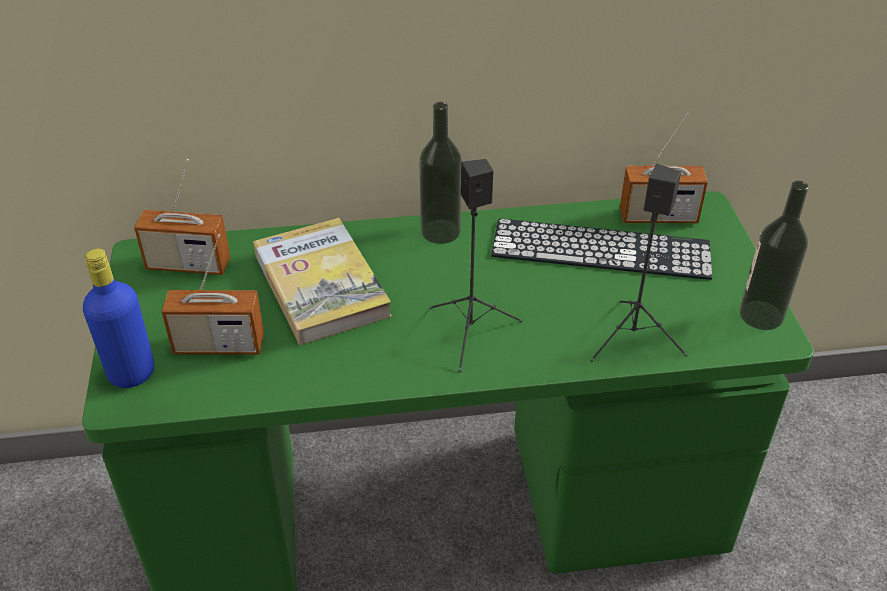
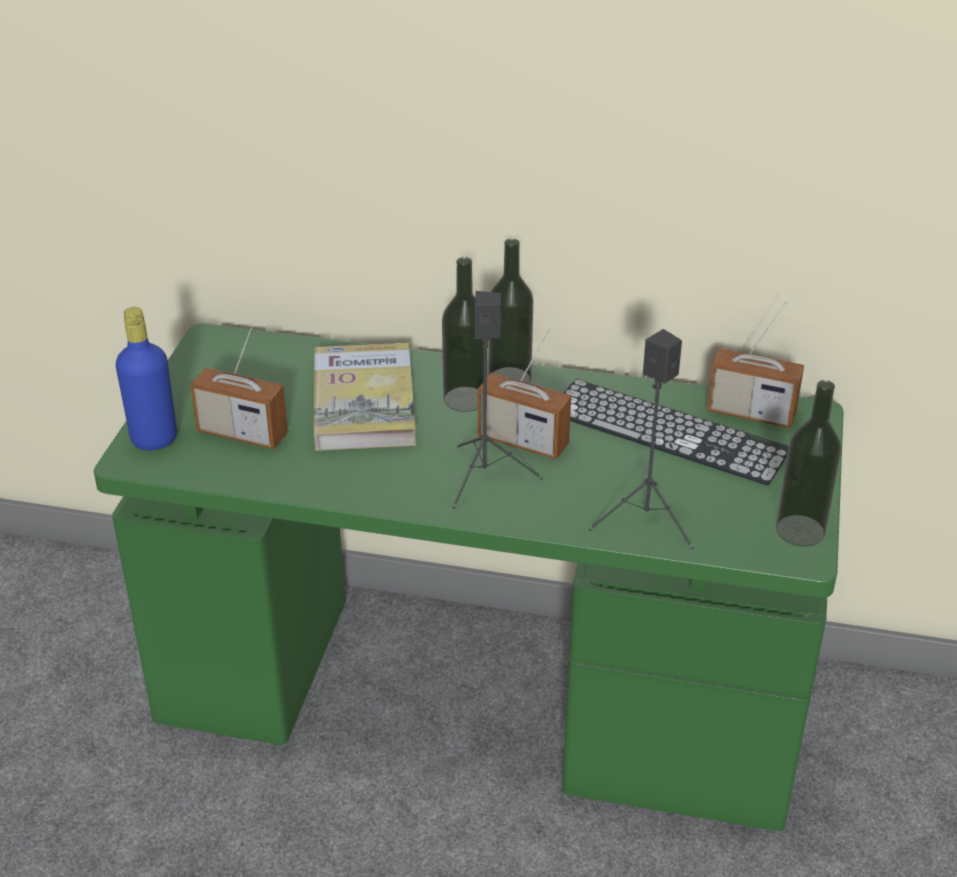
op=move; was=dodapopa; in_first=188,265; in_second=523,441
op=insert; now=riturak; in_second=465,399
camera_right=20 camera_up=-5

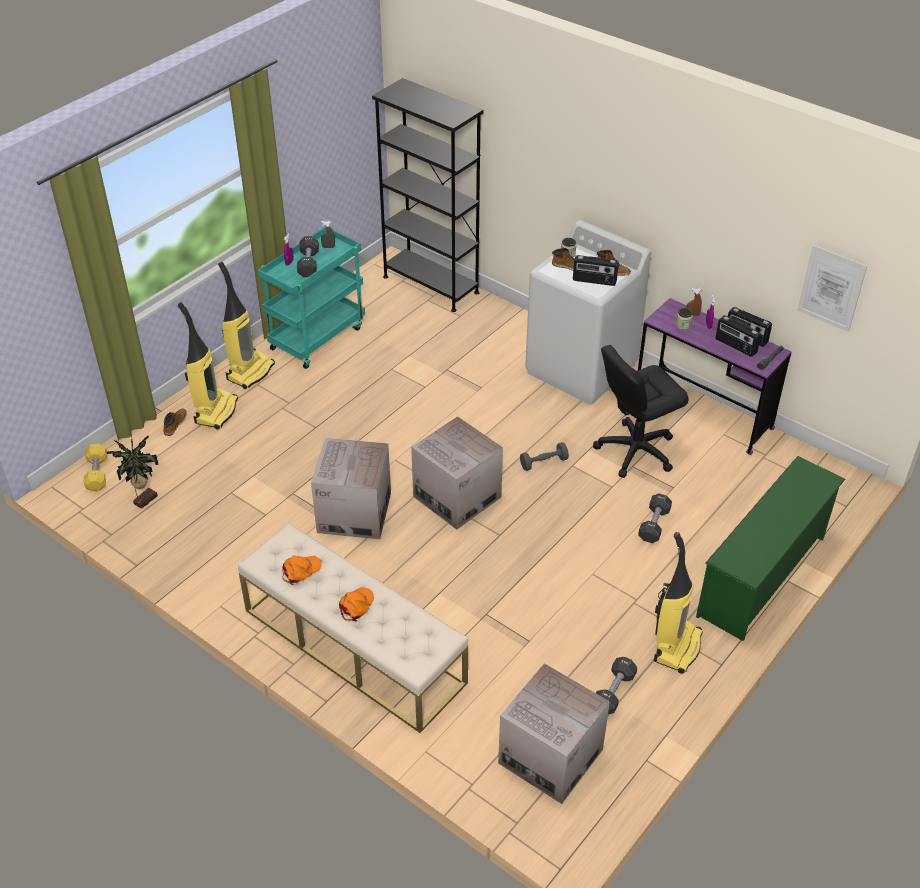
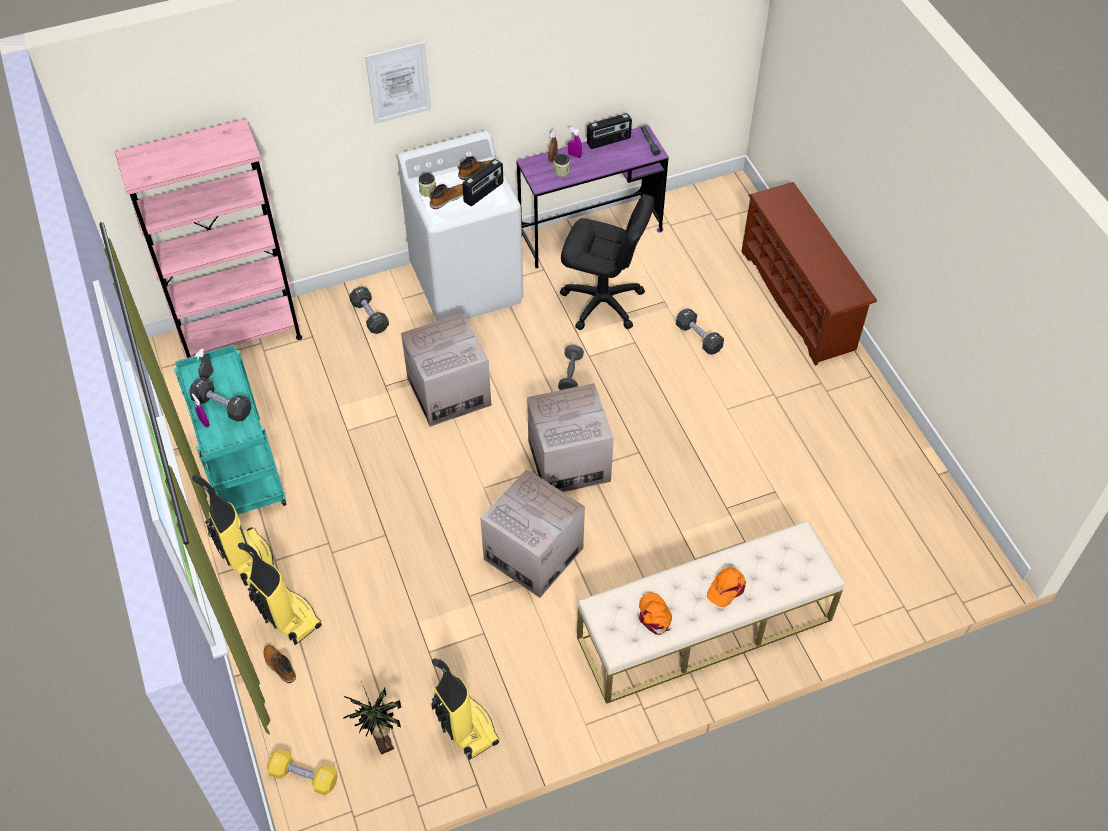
op=recolor; was=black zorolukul; now=pink zorolukul; in_first=430,284; in_second=241,336
op=move; was=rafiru; in_first=831,288; in_second=398,82
op=delete; was=dodapopa; in_first=735,346
op=rotate; was=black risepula; in_first=635,450; in_second=602,302; clockwise=-75
op=recolor; was=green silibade; now=brown silibade; in_first=763,577; in_second=799,300
op=move; was=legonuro; in_first=676,646; in_second=465,727
op=rotate; was=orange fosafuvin; in_first=356,605; in_second=726,588; clockwise=-105
op=move; was=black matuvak; in_first=613,692; in_second=370,316
op=move; was=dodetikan; in_first=550,756; in_second=449,392
camera_right=-60 camera_up=10

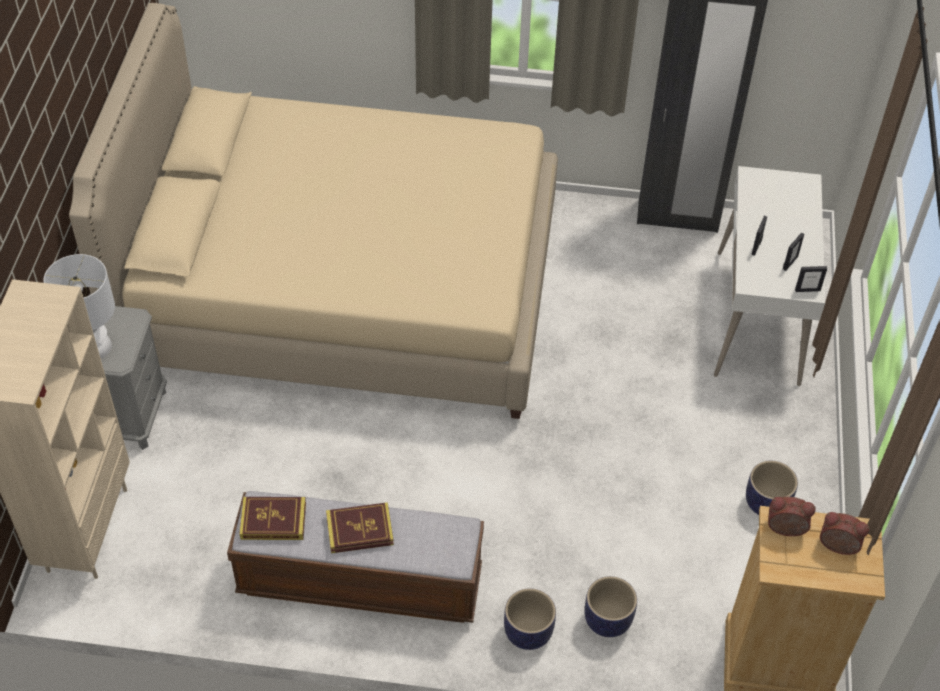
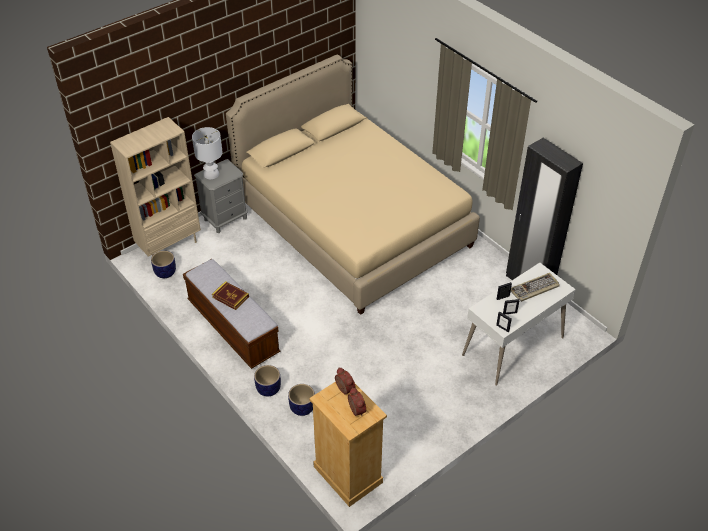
op=move; was=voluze; in_first=766,504; in_second=165,273
op=delete; was=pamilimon; in_first=273,521
op=insert; now=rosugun; in_second=534,289
camera_right=45 camera_up=-5

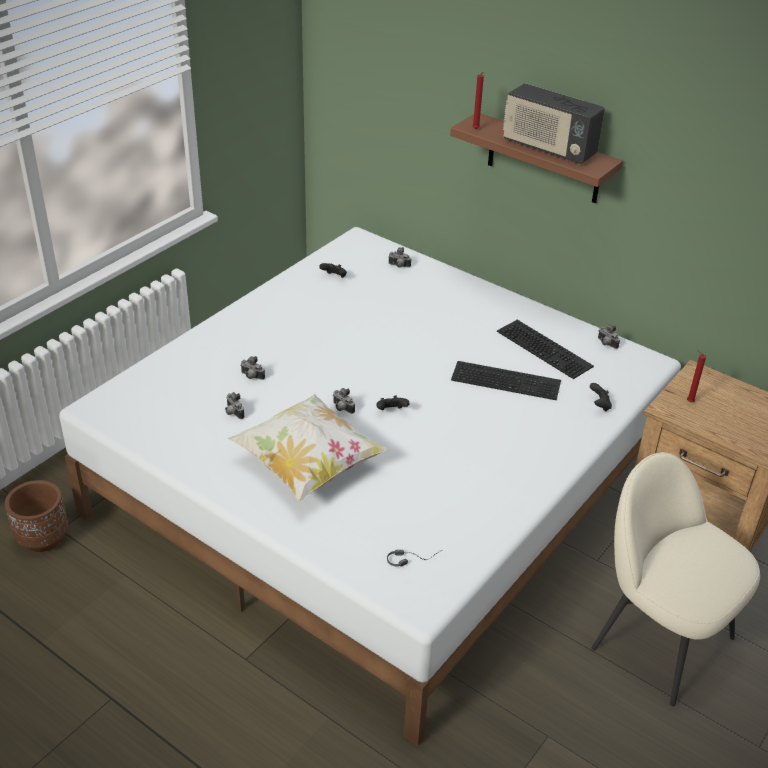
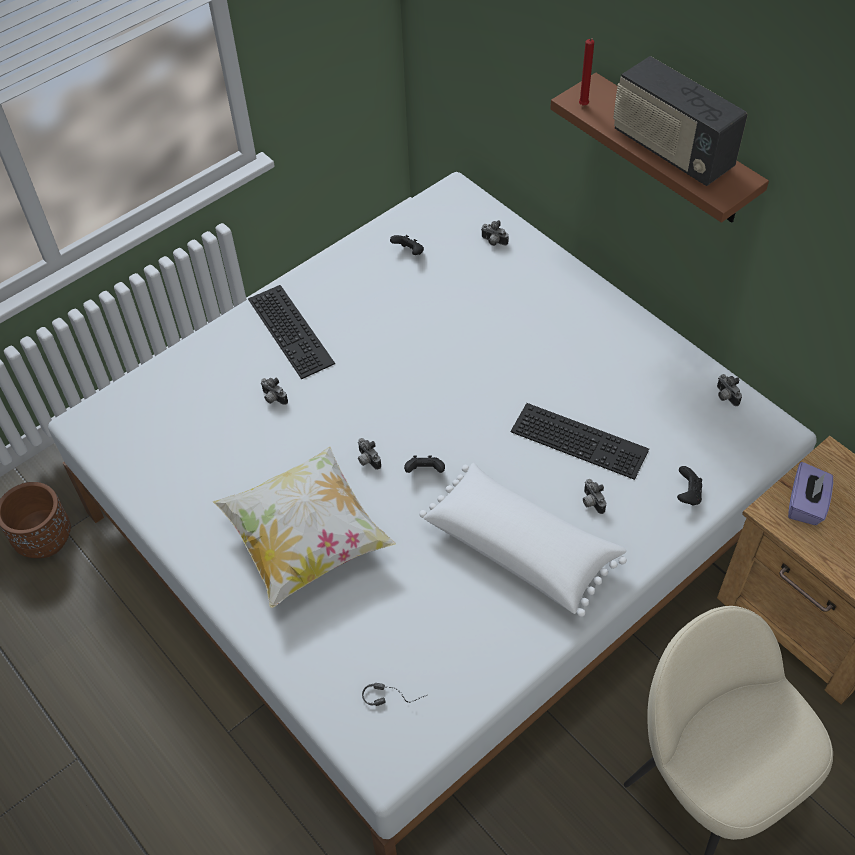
op=move; was=rosugun; in_first=546,348; in_second=293,331
op=replace; was=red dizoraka; now=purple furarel; in_first=688,402; in_second=806,504
op=move; was=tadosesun; in_first=233,413; in_second=591,502
op=insert; now=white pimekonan; in_second=521,547
camera_right=15 camera_up=15

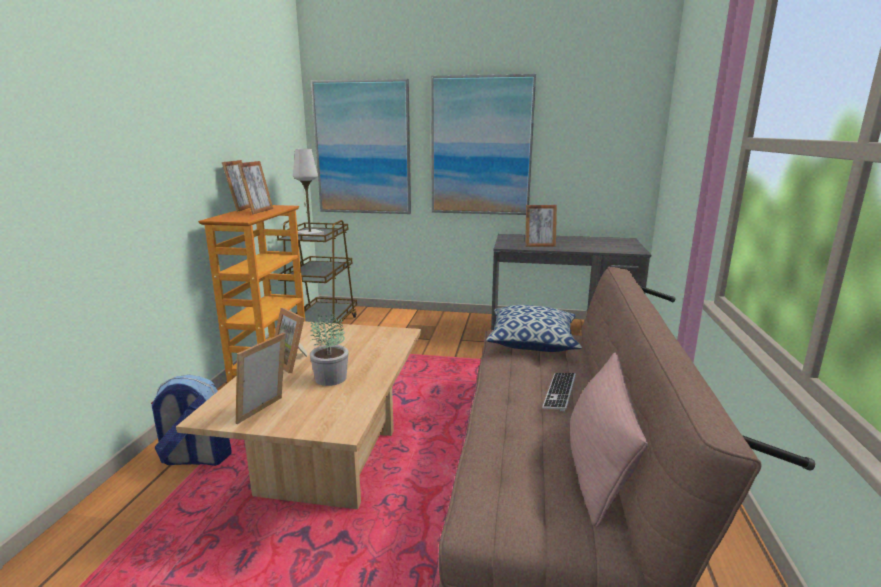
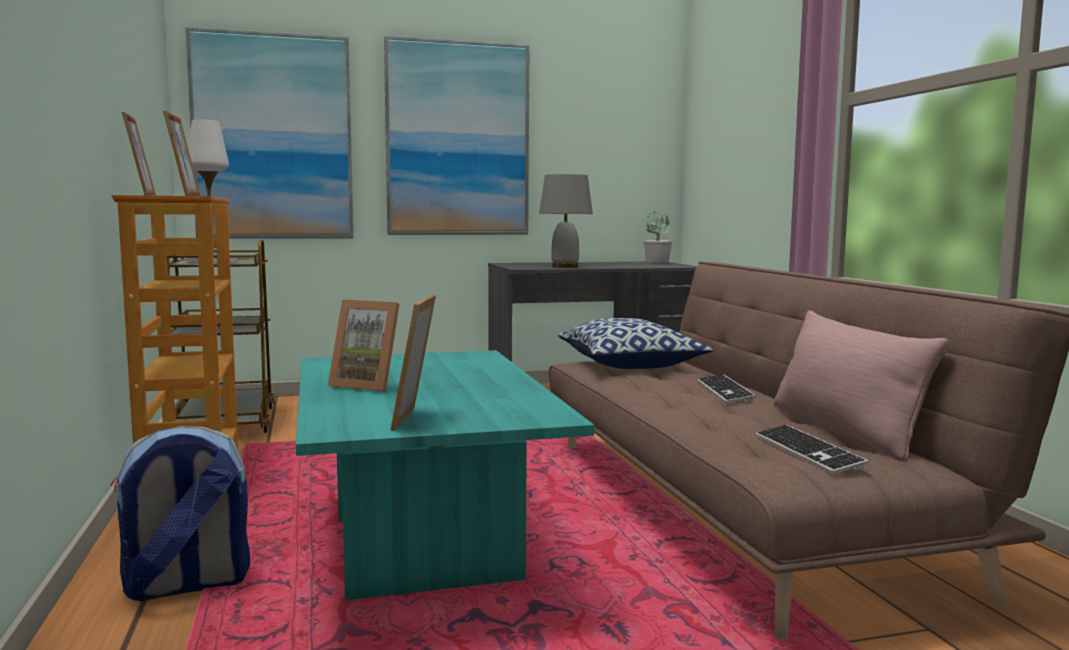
op=replace; was=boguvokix; now=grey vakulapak; in_first=539,245; in_second=565,267
op=move; was=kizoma; in_first=330,378; in_second=656,262
op=recolor; was=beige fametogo; now=turquoise fametogo; in_first=329,461; in_second=423,548
op=insert; now=rosugun; in_second=807,451
camera_right=-25 camera_up=-10

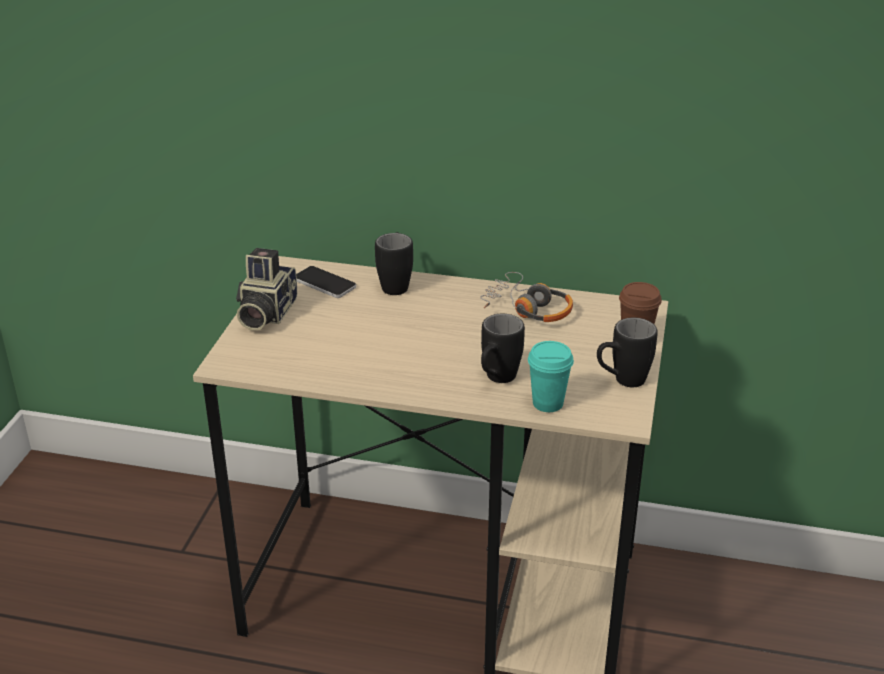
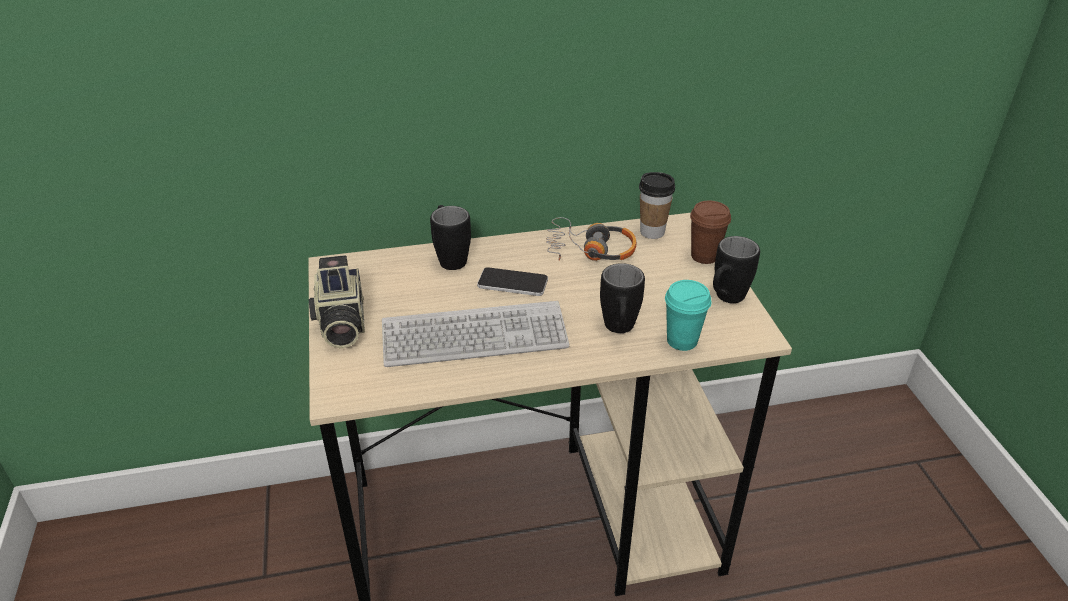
op=move; was=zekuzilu; in_first=324,283; in_second=512,283
op=insert; now=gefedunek; in_second=652,232
op=insert; now=rosugun; in_second=474,337
camera_right=-25 camera_up=5

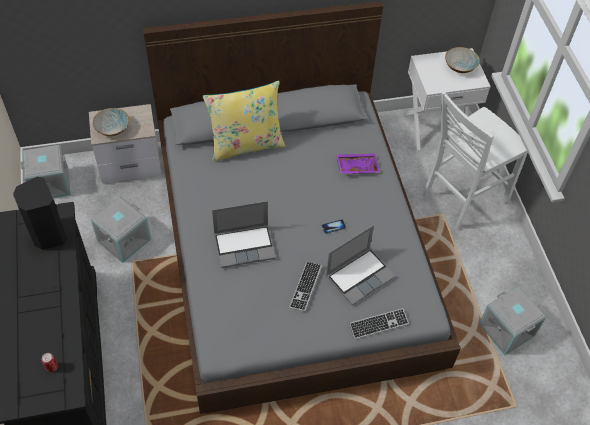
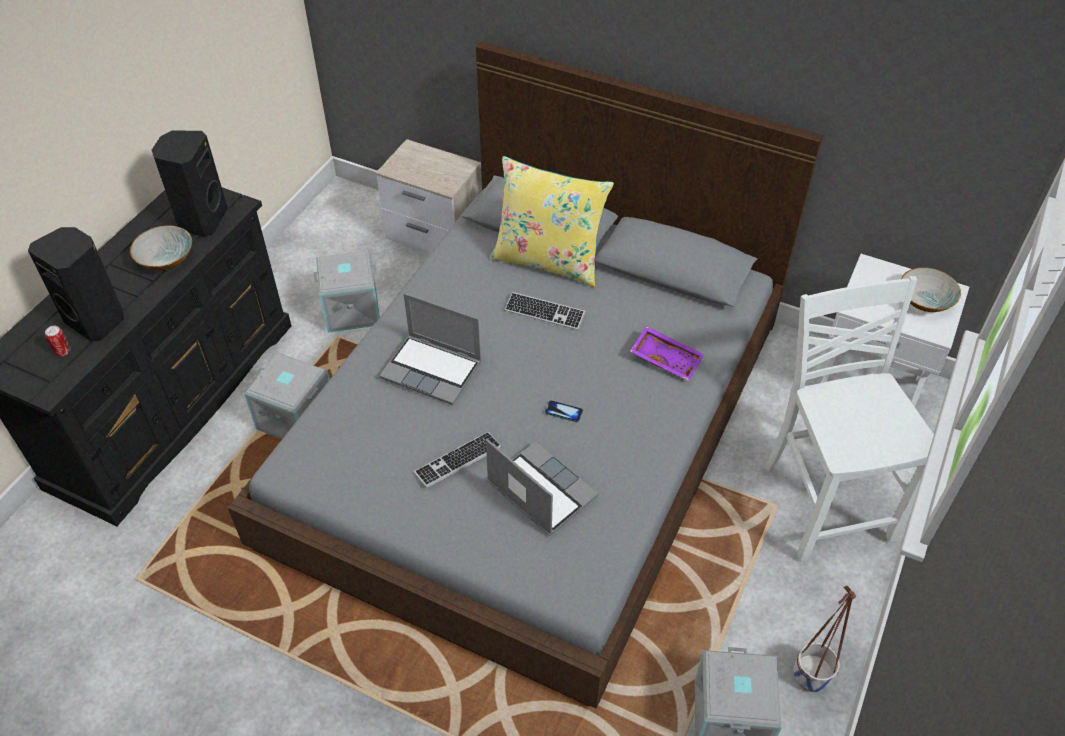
op=rotate; was=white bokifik; in_first=462,198; in_second=825,501; clockwise=75
op=move; was=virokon; in_first=113,129; in_second=166,260
op=move; was=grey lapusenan; in_first=51,183; in_second=297,417
op=rotate; was=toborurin; in_first=360,275; in_second=539,490; clockwise=-135
op=move; was=rosugun; in_first=378,324; in_second=544,312
op=insert; now=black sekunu; in_second=97,320
op=insert; now=voluze; in_second=811,677
camera_right=40 camera_up=-5

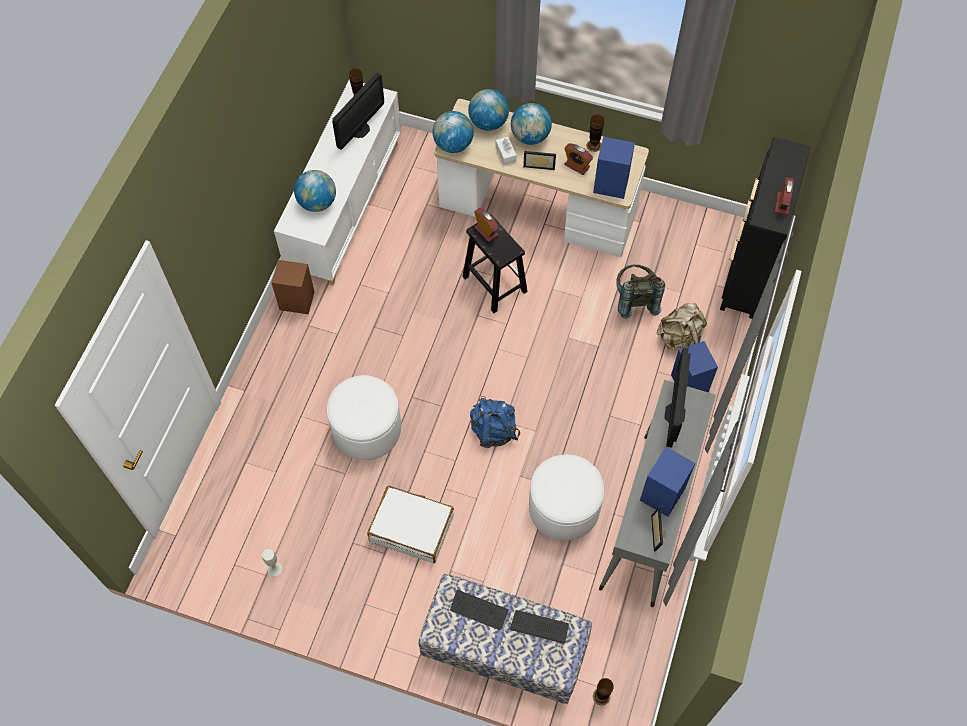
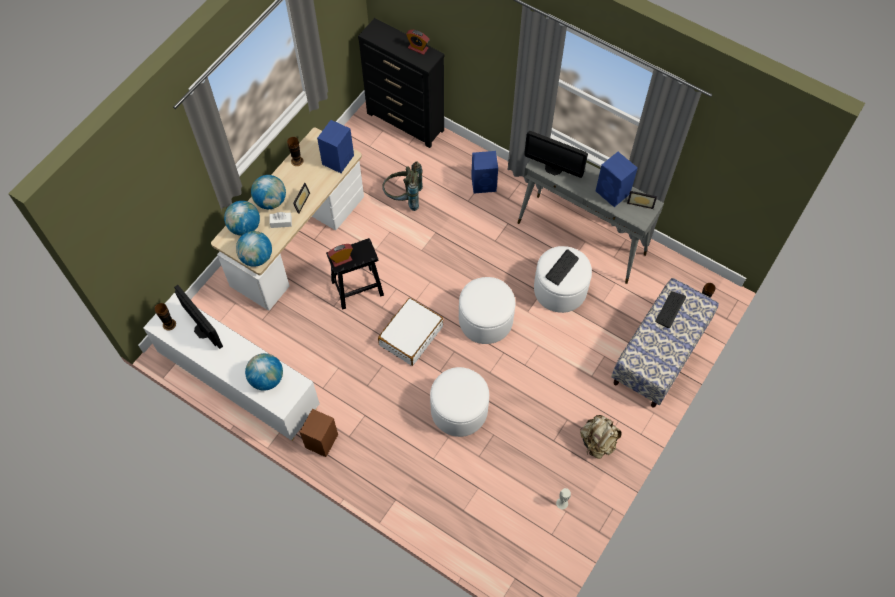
op=delete; was=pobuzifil; in_first=577,166
op=move; was=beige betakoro; in_first=679,339; in_second=597,442
op=replace; was=blue betakoro; now=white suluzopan; in_first=493,430; in_second=485,320
op=move; was=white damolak; in_first=412,528; in_second=410,335
op=move; was=rosugun; in_first=479,610; in_second=562,268
camera_right=-75 camera_up=0

